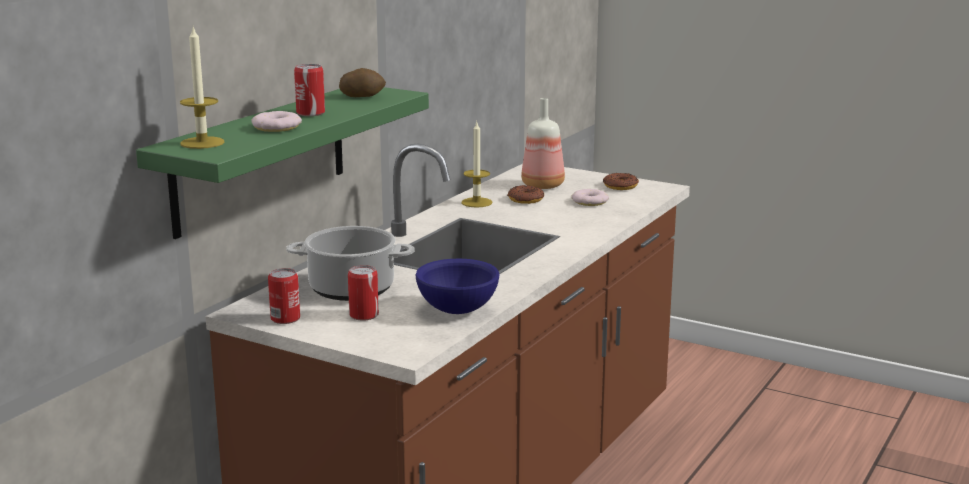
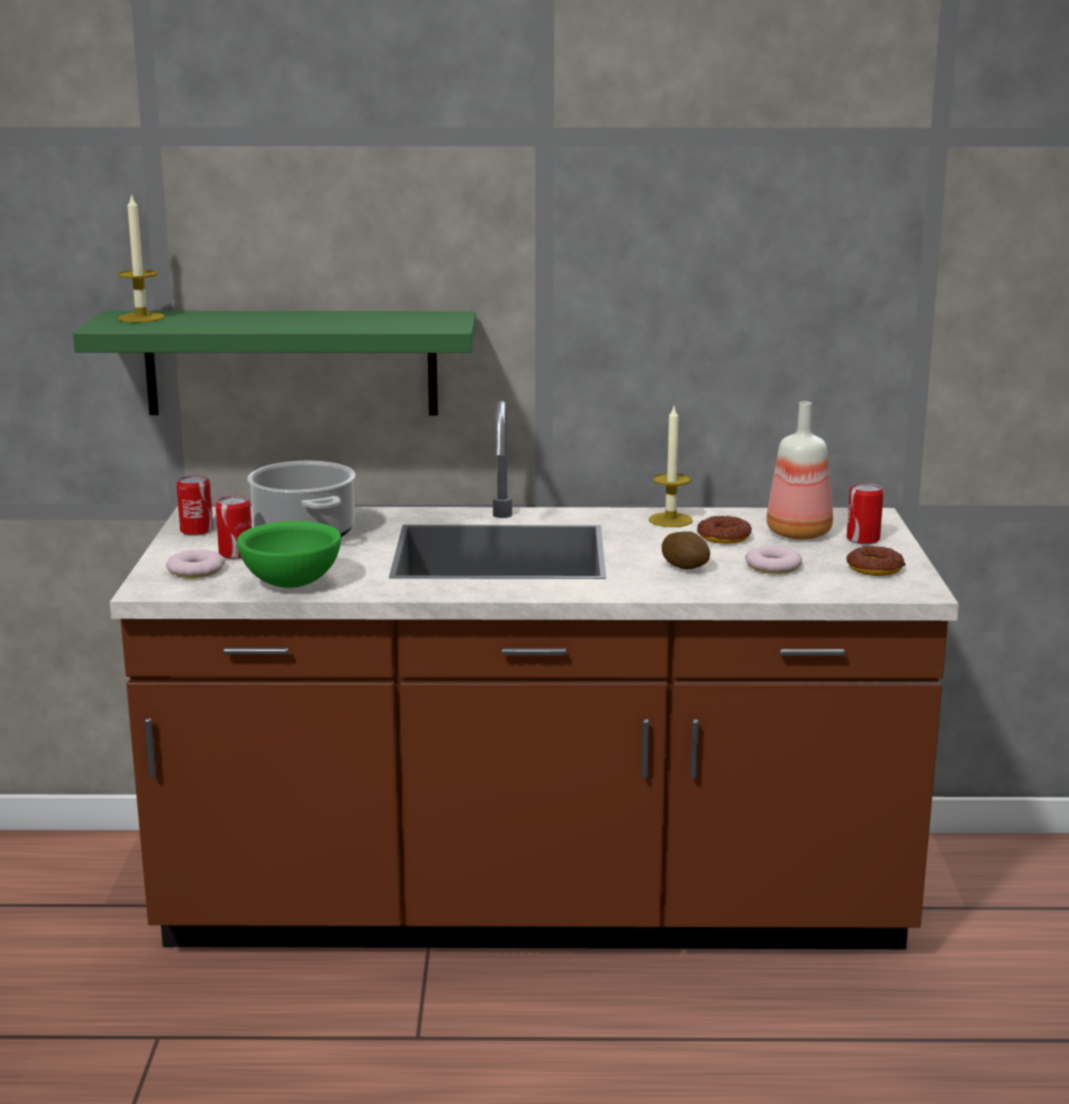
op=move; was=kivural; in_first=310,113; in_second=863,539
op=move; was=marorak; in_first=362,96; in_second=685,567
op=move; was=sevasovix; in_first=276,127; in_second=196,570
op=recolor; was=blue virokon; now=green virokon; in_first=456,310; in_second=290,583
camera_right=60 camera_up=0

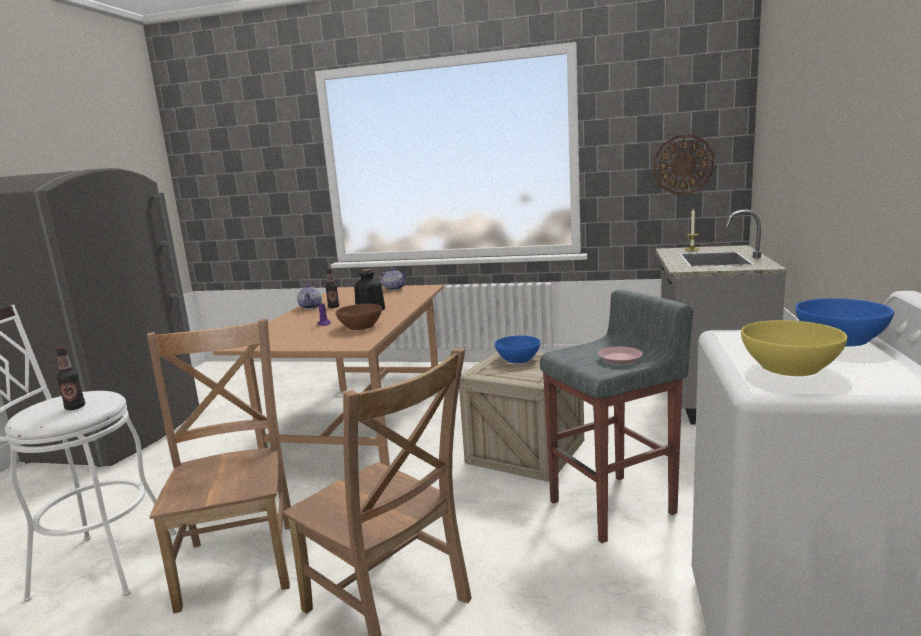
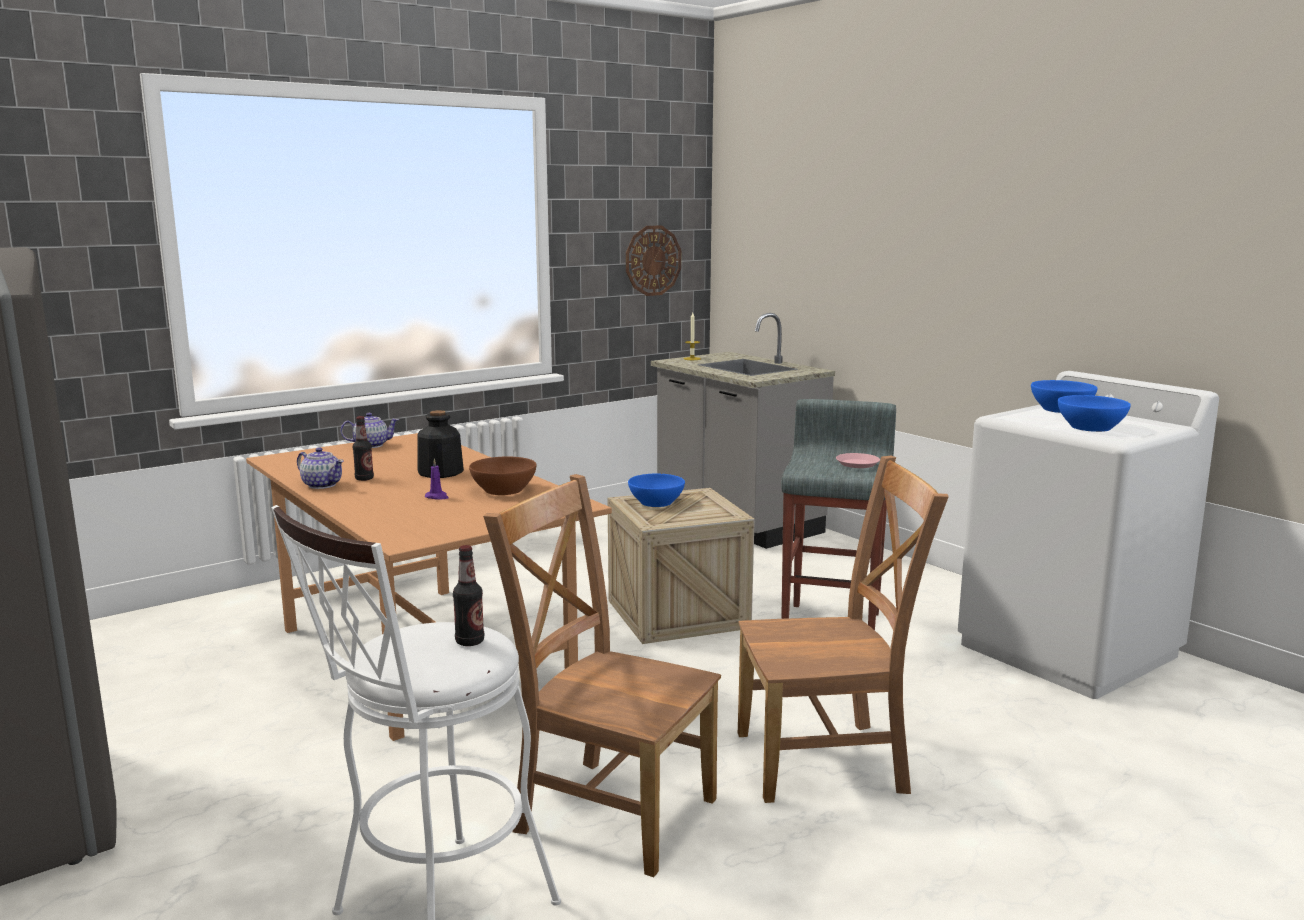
op=recolor; was=yellow virokon; now=blue virokon; in_first=789,367; in_second=1090,427
camera_right=-50 camera_up=0

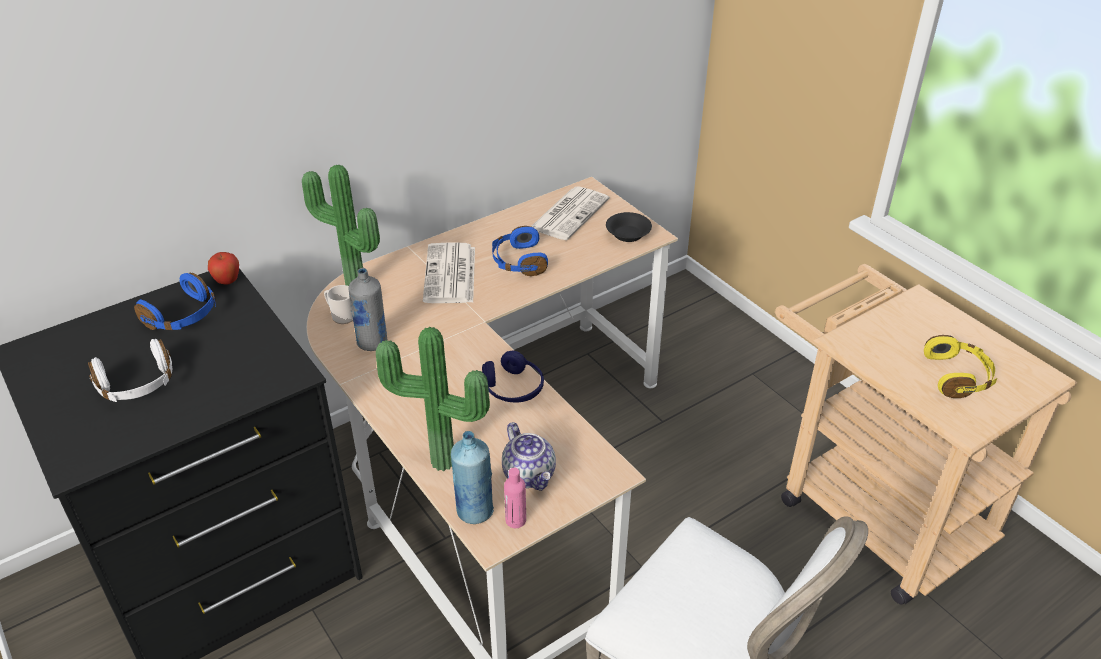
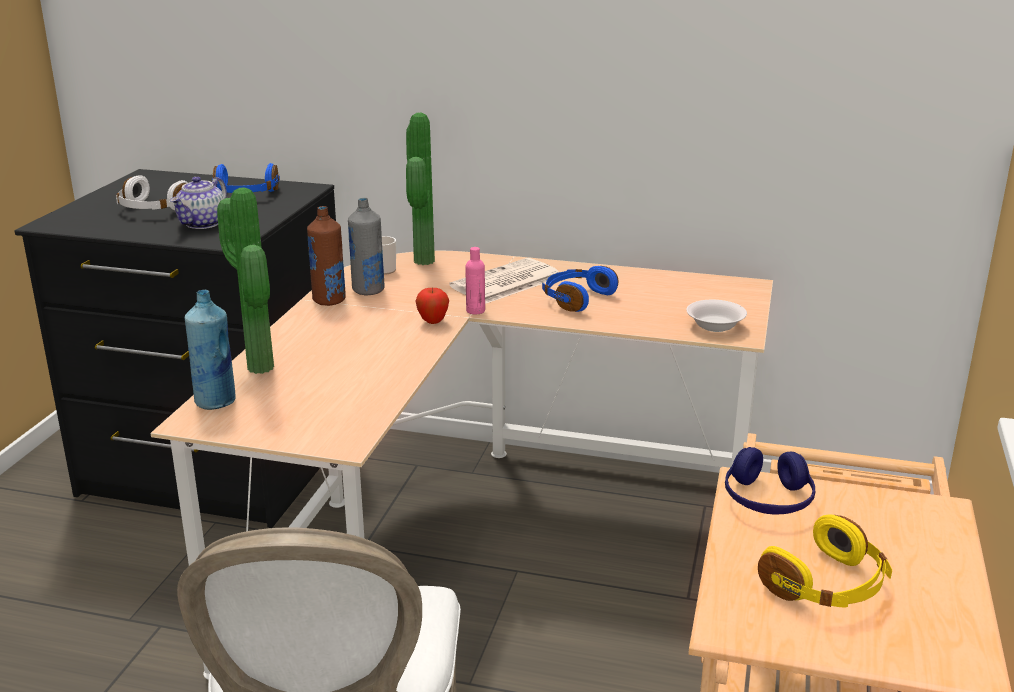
op=delete; was=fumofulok; in_first=569,213
op=recolor; was=black virokon; now=white virokon; in_first=628,235; in_second=716,326
op=move; was=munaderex; in_first=227,282; in_second=433,322
op=move; was=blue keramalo; in_first=513,388; in_second=767,500
op=move; was=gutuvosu; in_first=530,475; in_second=203,224
op=move; was=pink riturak; in_first=515,520; in_second=475,311
op=insert; now=brown riturak; in_second=329,300
camera_right=50 camera_up=-15

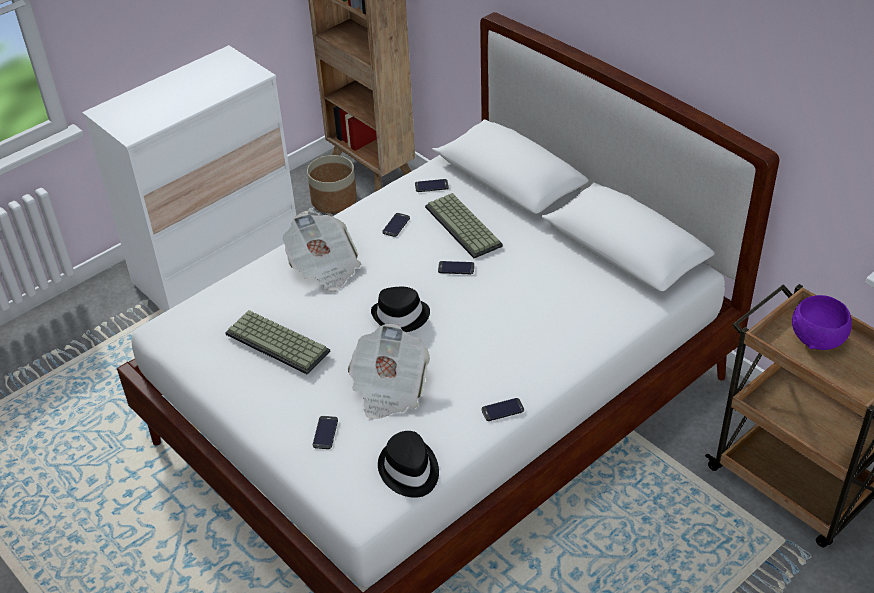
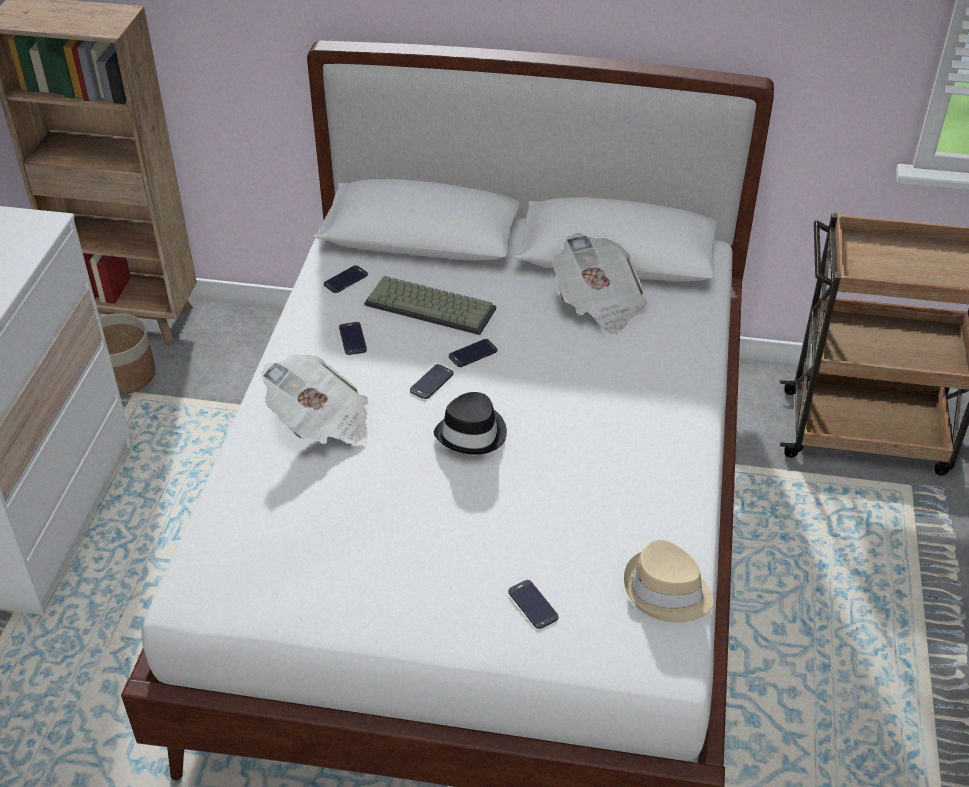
op=delete; was=purple virokon; in_first=818,339
op=delete; was=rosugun; in_first=279,342
op=move; was=fumofulok; in_first=389,388; in_second=598,304
op=move; was=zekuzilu; in_first=502,410; in_second=431,382
op=recolor; was=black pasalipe; now=beige pasalipe; in_first=409,470; in_second=666,591
camera_right=-40 camera_up=0

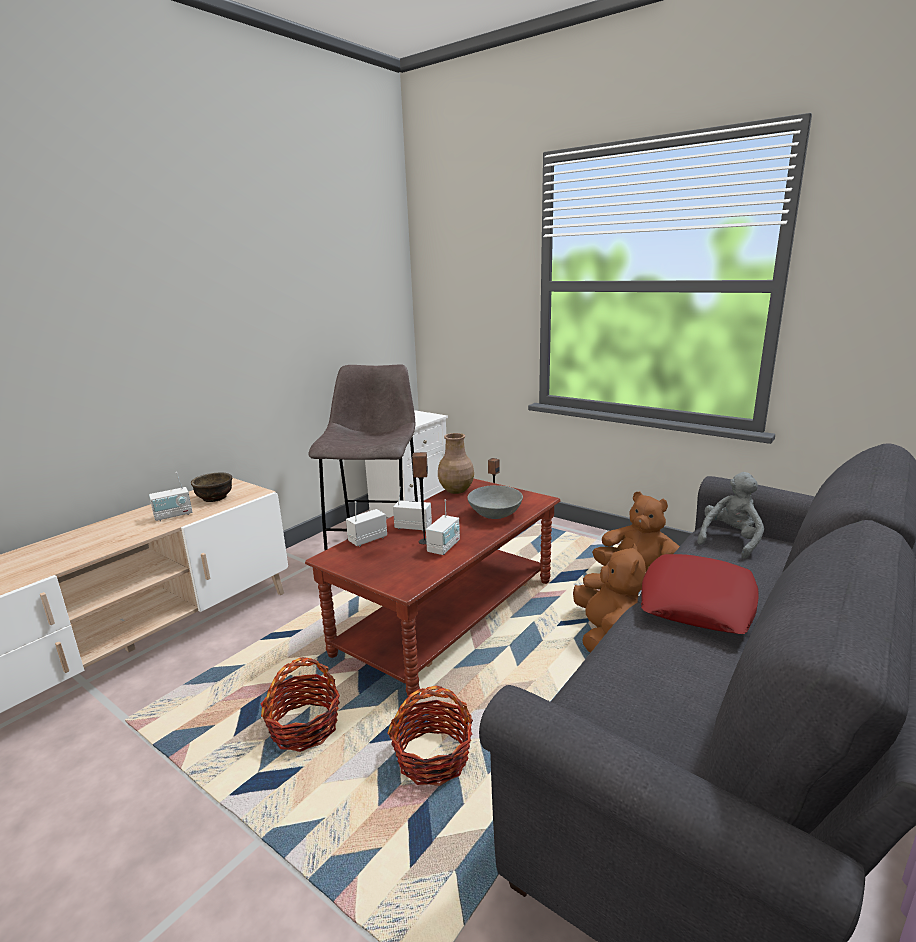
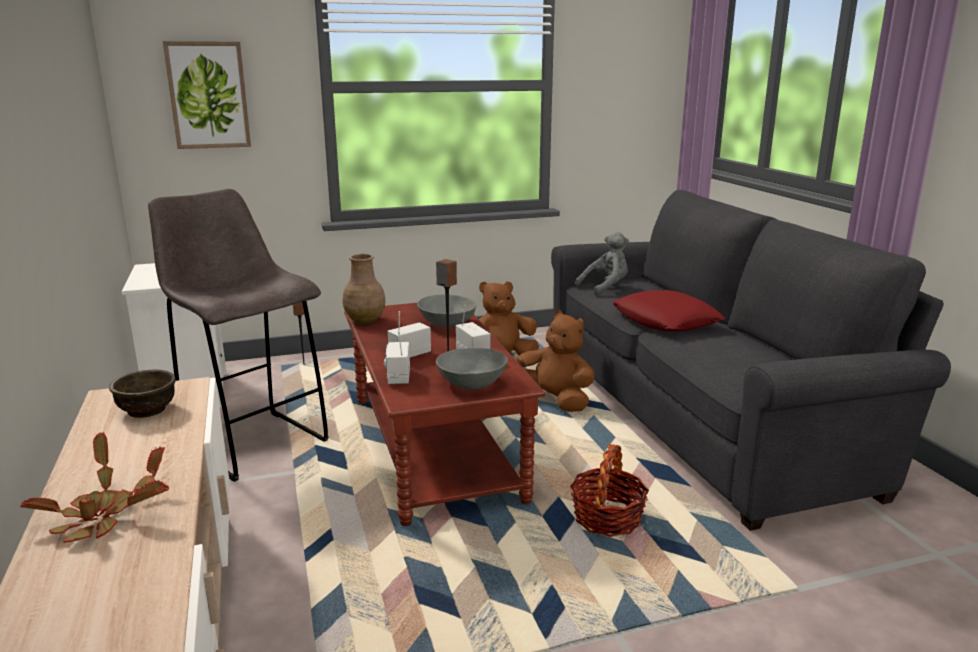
op=delete; was=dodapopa; in_first=173,515
op=rotate; was=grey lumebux; in_first=730,540; in_second=605,288; clockwise=75
op=delete; was=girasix; in_first=304,727
op=insert; now=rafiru; in_second=208,95
op=insert; now=grey virokon; in_second=472,383
op=insert; now=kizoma; in_second=103,516
camera_right=-55 camera_up=0

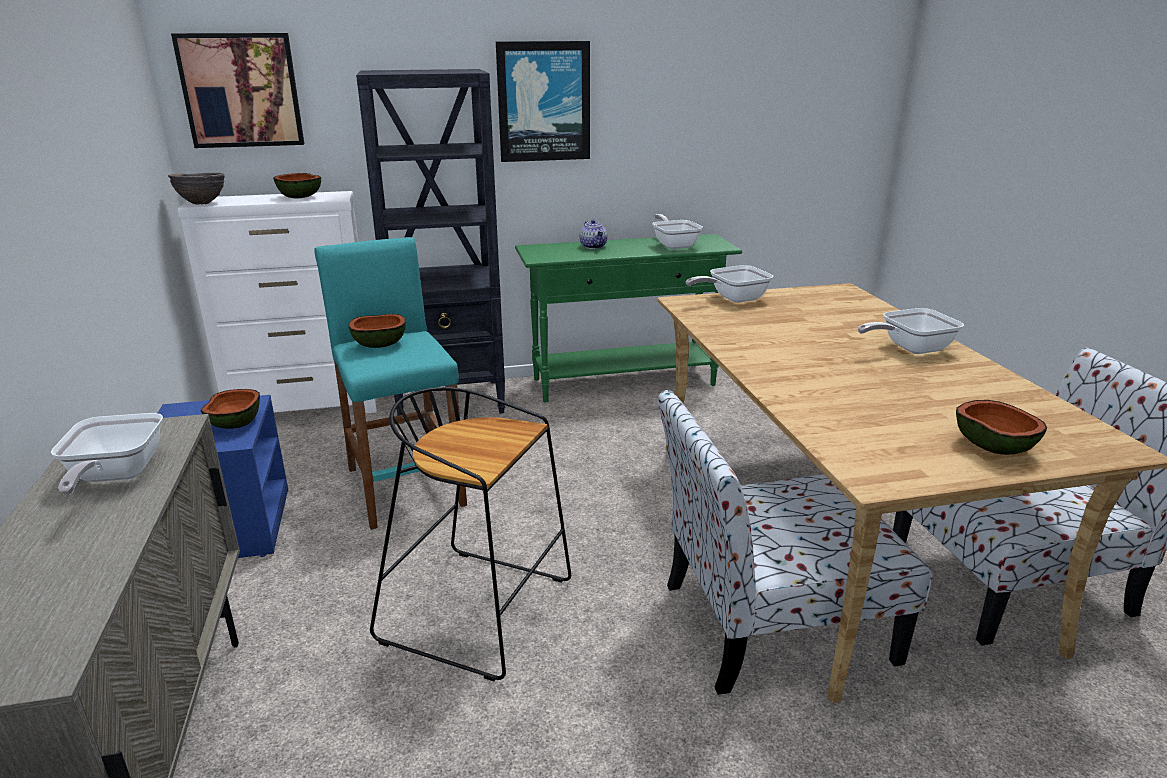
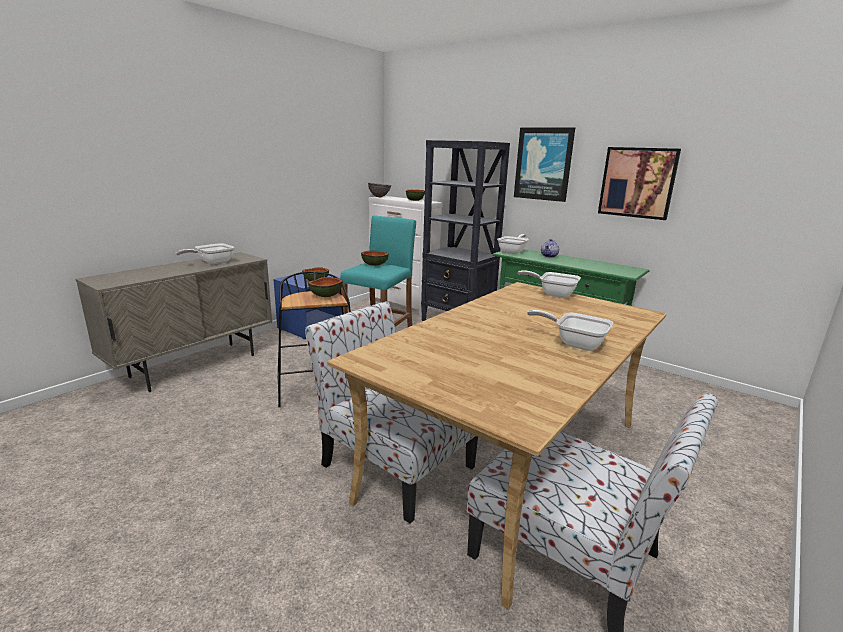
op=move; was=rafiru; in_first=241,90; in_second=637,182
op=move; was=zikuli; in_first=674,245; in_second=513,252
op=move; was=virokon; in_first=992,447; in_second=326,295
camera_right=50 camera_up=-5

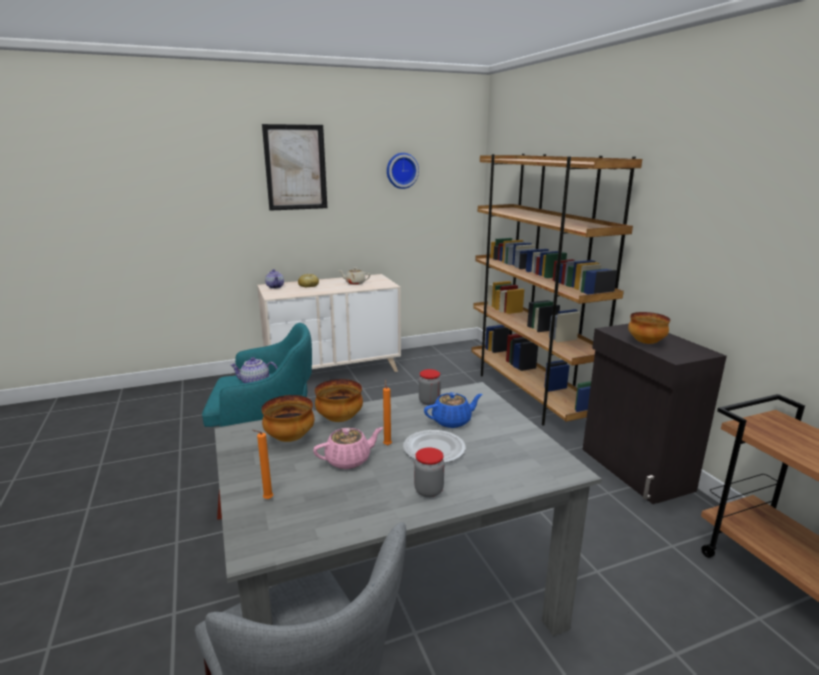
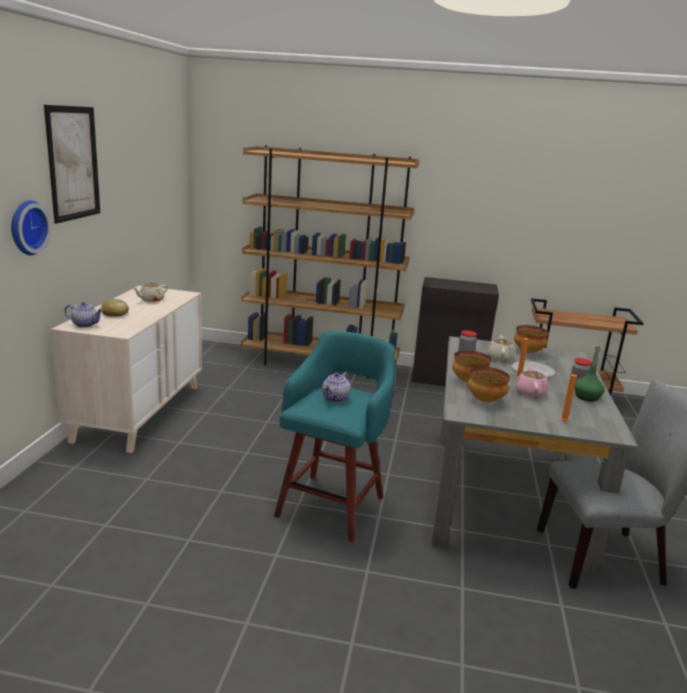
op=move; was=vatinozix; in_first=401,170; in_second=26,227
op=move; was=virokon; in_first=646,343; in_second=528,352
op=recolor; was=blue gutuvosu; now=beige gutuvosu; in_first=452,421; in_second=500,358
op=insert; now=green riturak; in_second=586,397
camera_right=-60 camera_up=0

